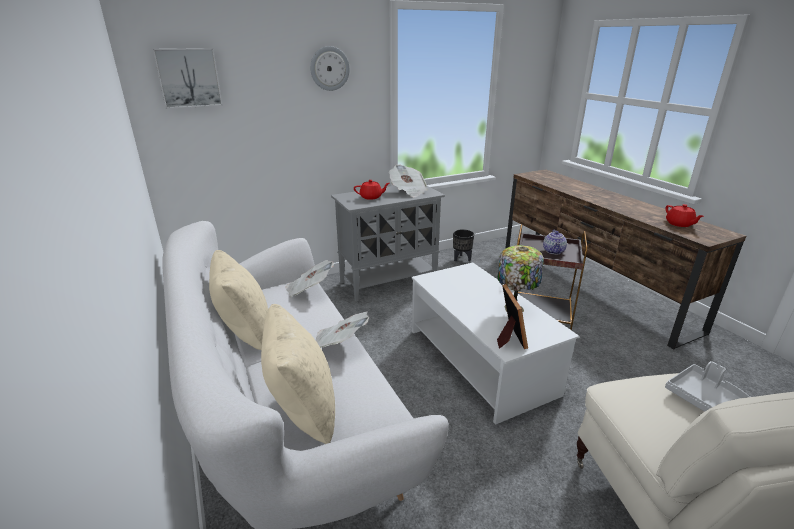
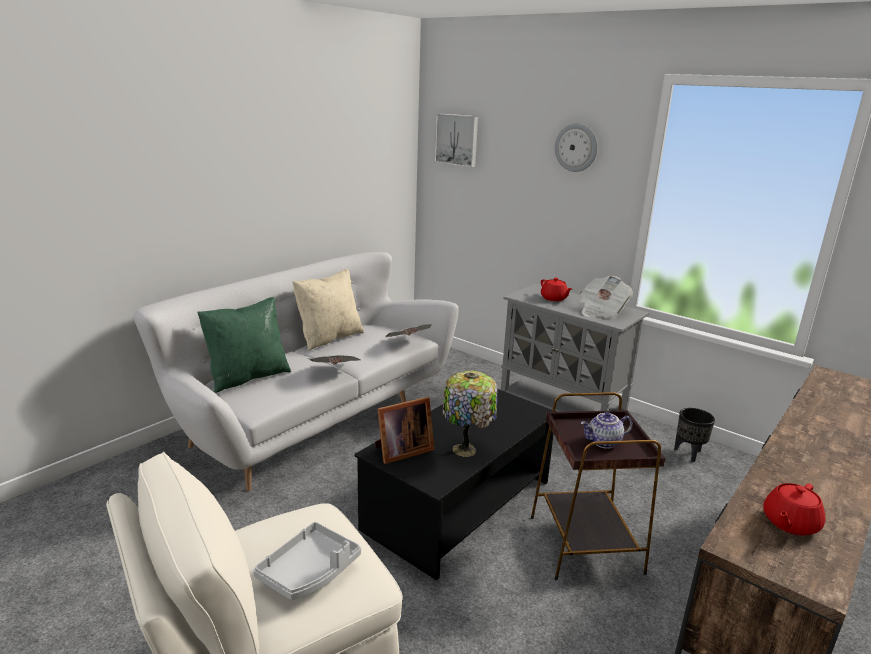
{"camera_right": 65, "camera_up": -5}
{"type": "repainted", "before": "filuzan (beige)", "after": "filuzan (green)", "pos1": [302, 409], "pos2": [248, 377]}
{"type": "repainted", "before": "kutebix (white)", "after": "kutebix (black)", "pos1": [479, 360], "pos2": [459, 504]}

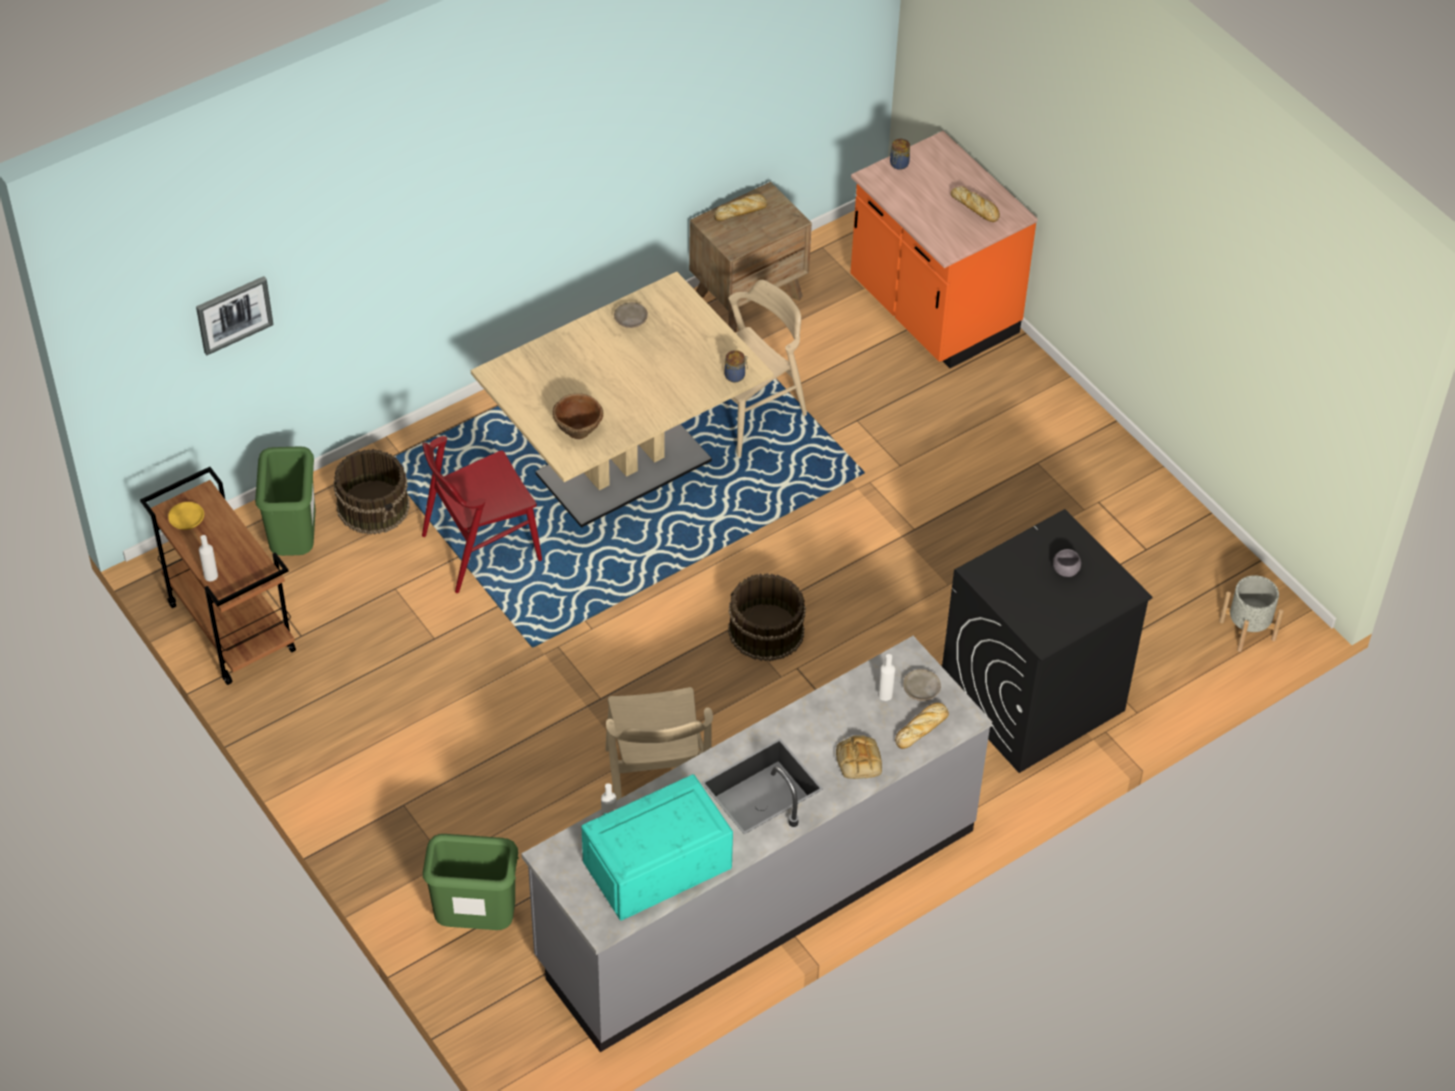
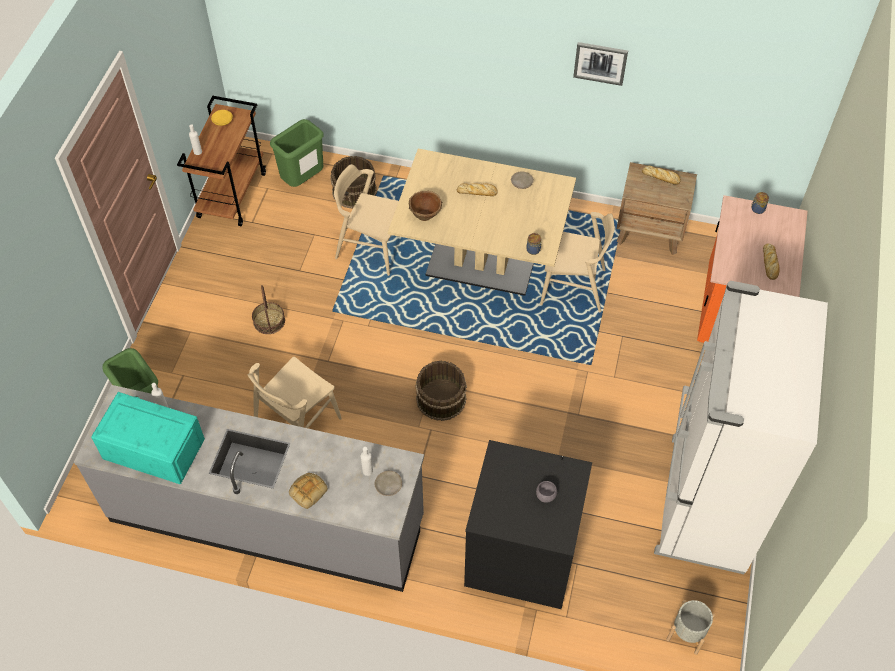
{"camera_right": 50, "camera_up": 5}
{"type": "new", "after": "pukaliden", "pos2": [269, 321]}
{"type": "new", "after": "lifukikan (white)", "pos2": [704, 503]}
{"type": "shifted", "before": "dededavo", "pos1": [234, 314], "pos2": [600, 63]}
{"type": "shifted", "before": "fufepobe", "pos1": [922, 728], "pos2": [477, 192]}
{"type": "repainted", "before": "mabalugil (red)", "after": "mabalugil (beige)", "pos1": [481, 547], "pos2": [372, 247]}

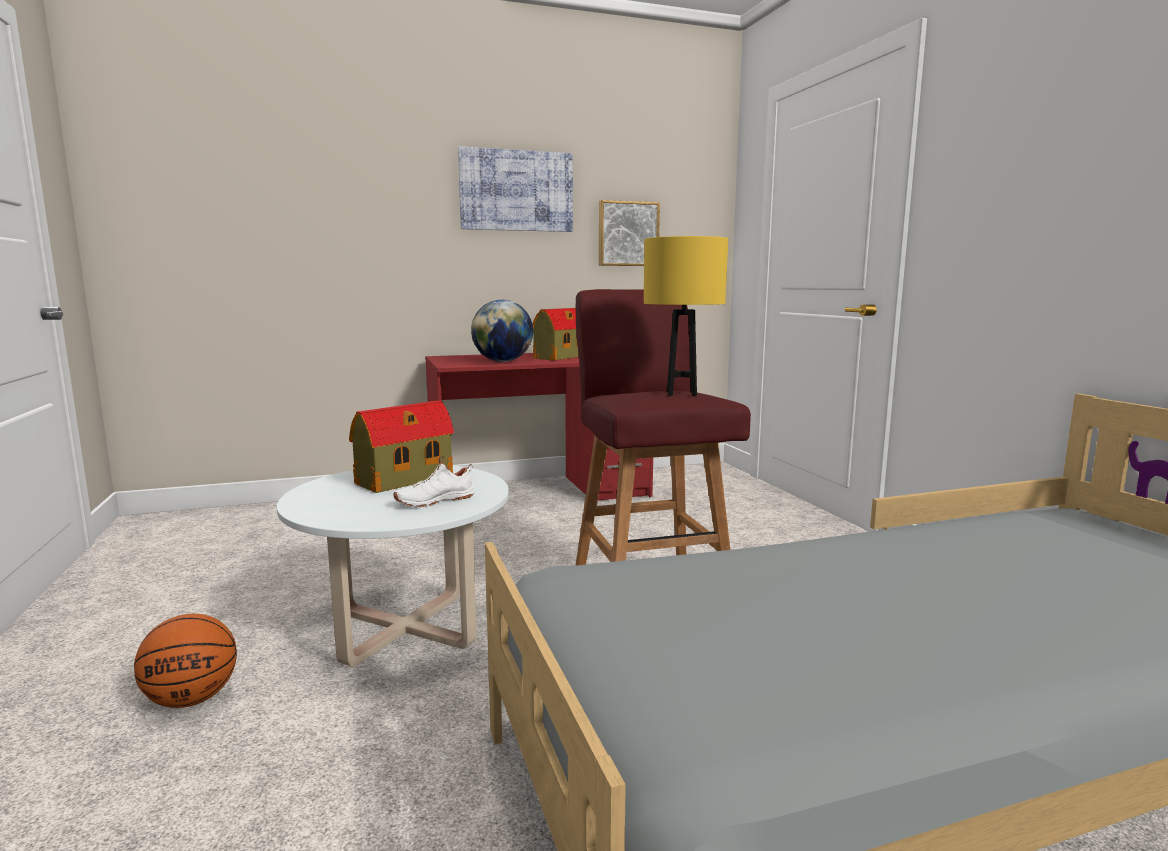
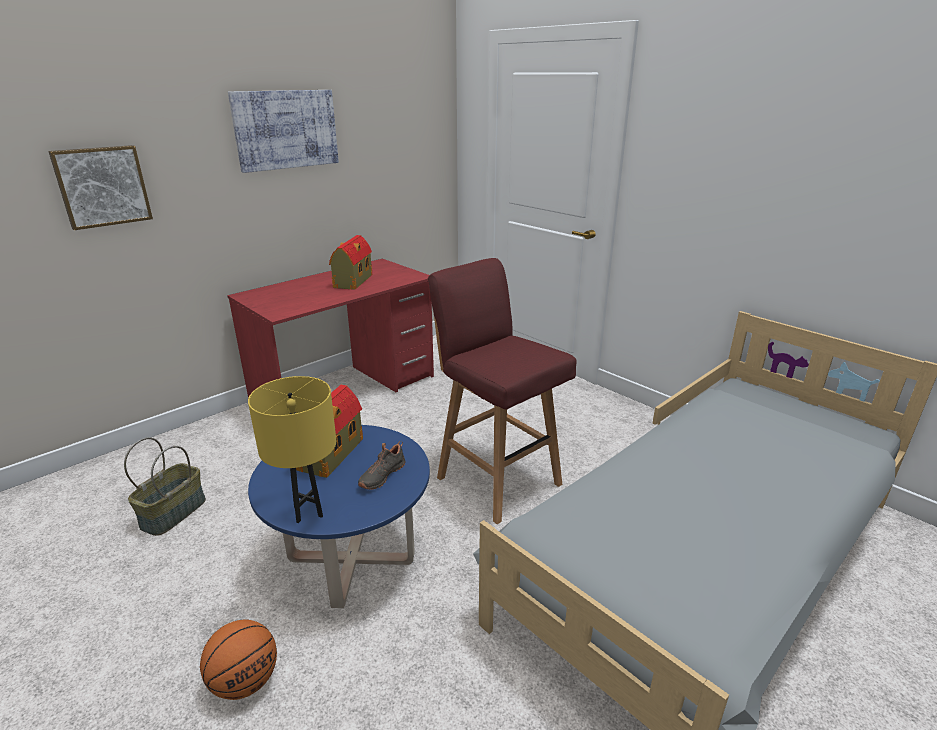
{"camera_right": -25, "camera_up": 15}
{"type": "gone", "before": "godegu", "pos1": [503, 361]}
{"type": "new", "after": "pukaliden", "pos2": [173, 512]}
{"type": "shifted", "before": "dededavo", "pos1": [627, 234], "pos2": [102, 186]}
{"type": "shifted", "before": "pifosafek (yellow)", "pos1": [682, 394], "pos2": [308, 512]}
{"type": "repainted", "before": "kutebix (white)", "after": "kutebix (blue)", "pos1": [405, 628], "pos2": [351, 559]}
{"type": "repainted", "before": "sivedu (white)", "after": "sivedu (black)", "pos1": [434, 500], "pos2": [381, 475]}

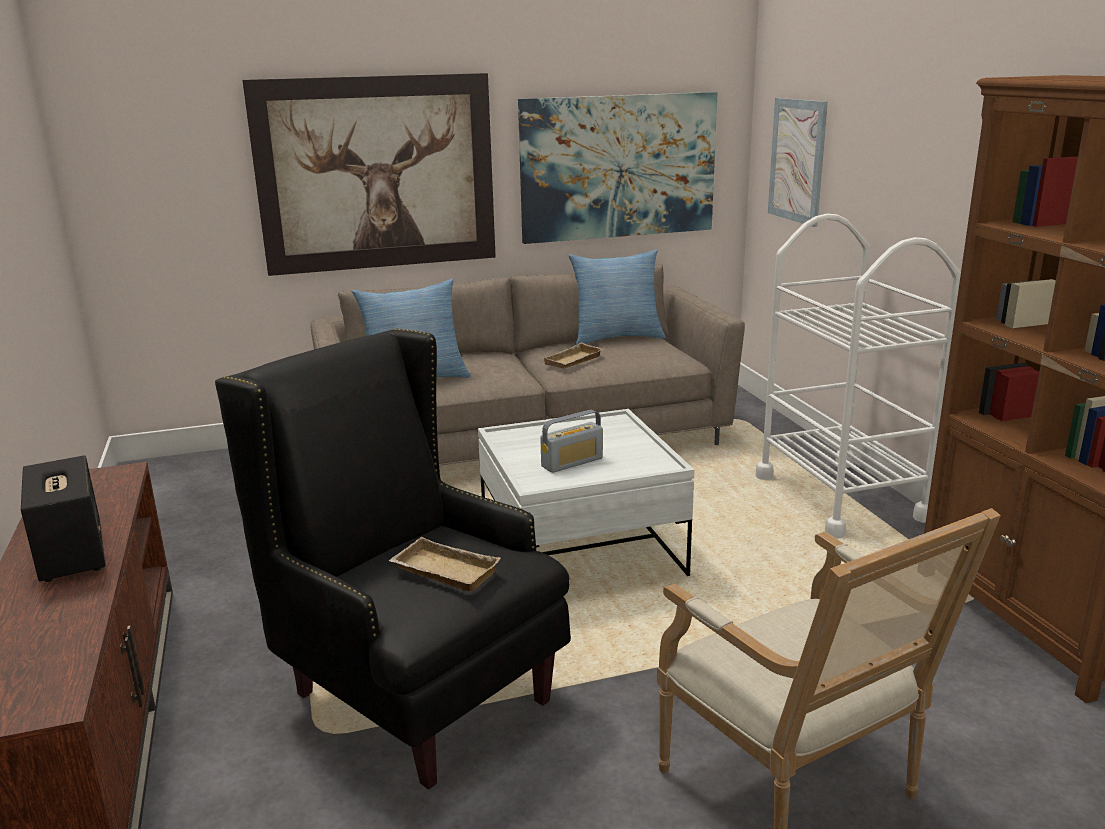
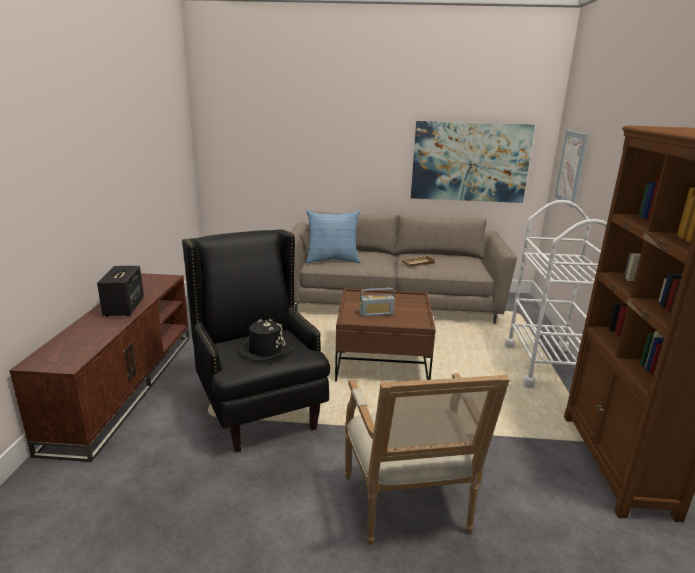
{"camera_right": 20, "camera_up": 0}
{"type": "gone", "before": "dededavo", "pos1": [376, 174]}
{"type": "gone", "before": "filuzan", "pos1": [616, 337]}
{"type": "swapped", "before": "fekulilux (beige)", "after": "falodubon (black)", "pos1": [442, 572], "pos2": [265, 350]}
{"type": "repainted", "before": "kutebix (white)", "after": "kutebix (brown)", "pos1": [580, 550], "pos2": [382, 361]}

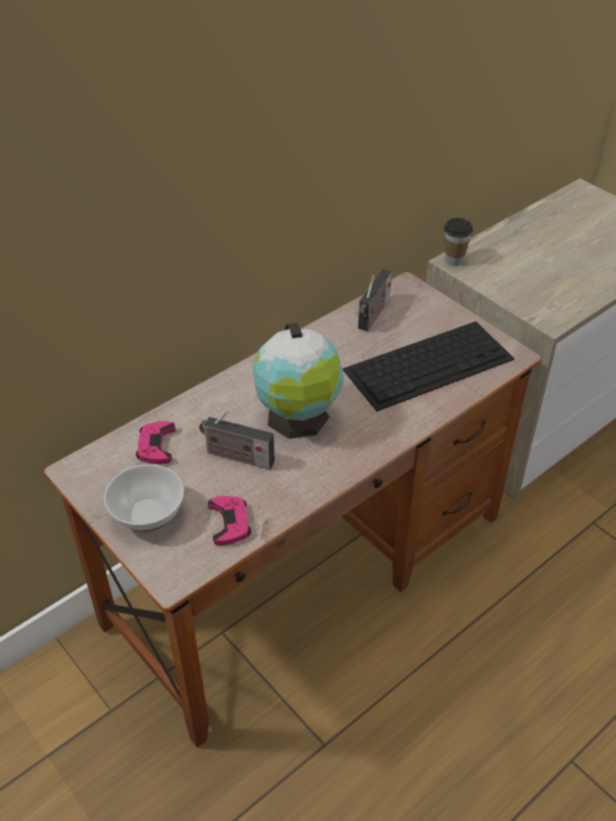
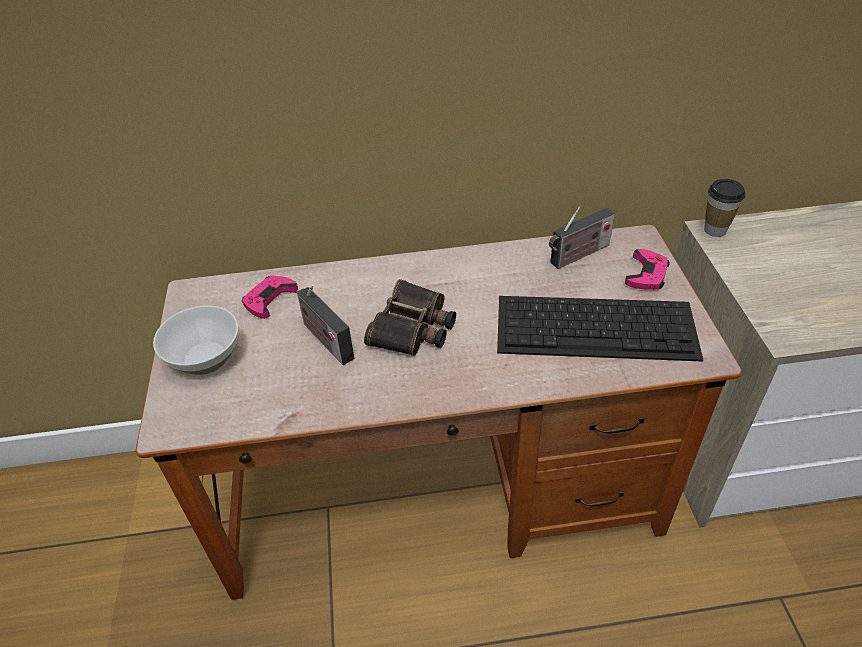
{"camera_right": 35, "camera_up": 0}
{"type": "shifted", "before": "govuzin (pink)", "pos1": [229, 523], "pos2": [646, 274]}
{"type": "swapped", "before": "godegu", "after": "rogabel", "pos1": [298, 419], "pos2": [413, 327]}

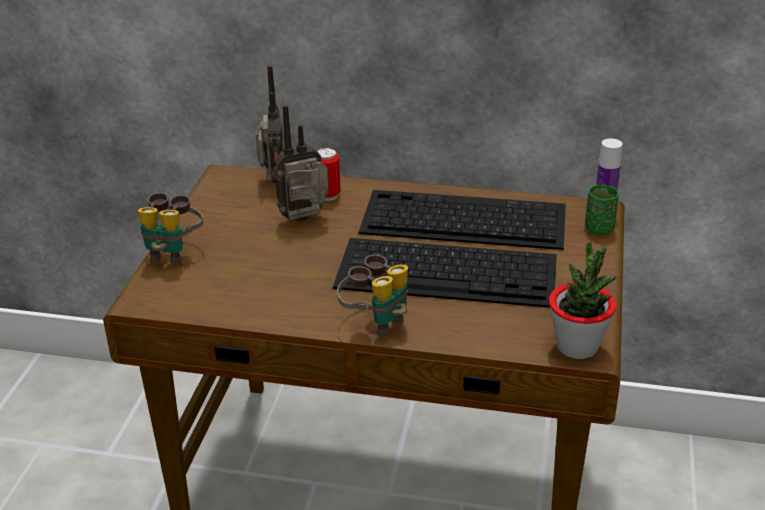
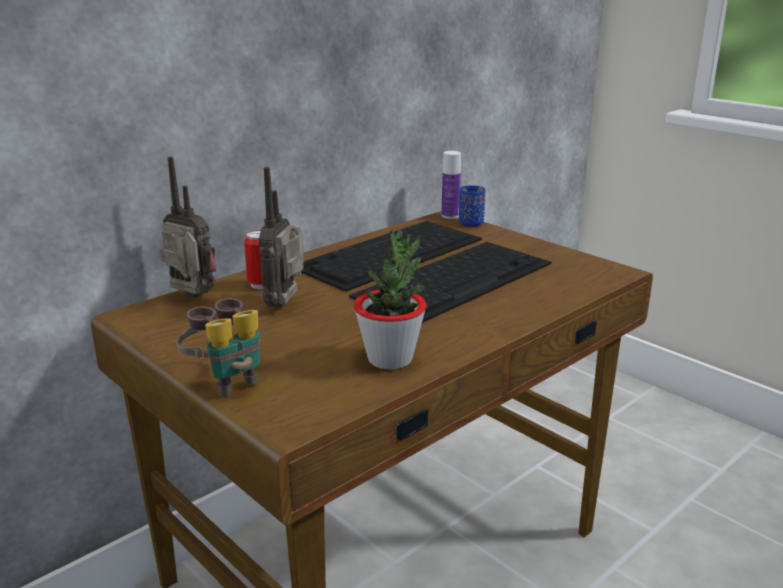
{"camera_right": -55, "camera_up": -10}
{"type": "gone", "before": "rogabel", "pos1": [376, 322]}
{"type": "shifted", "before": "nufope", "pos1": [577, 347], "pos2": [390, 359]}
{"type": "repainted", "before": "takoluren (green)", "after": "takoluren (blue)", "pos1": [599, 228], "pos2": [471, 223]}

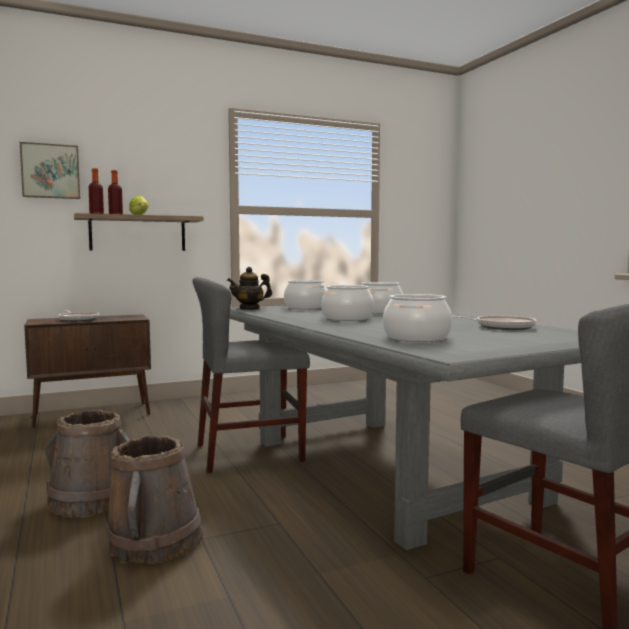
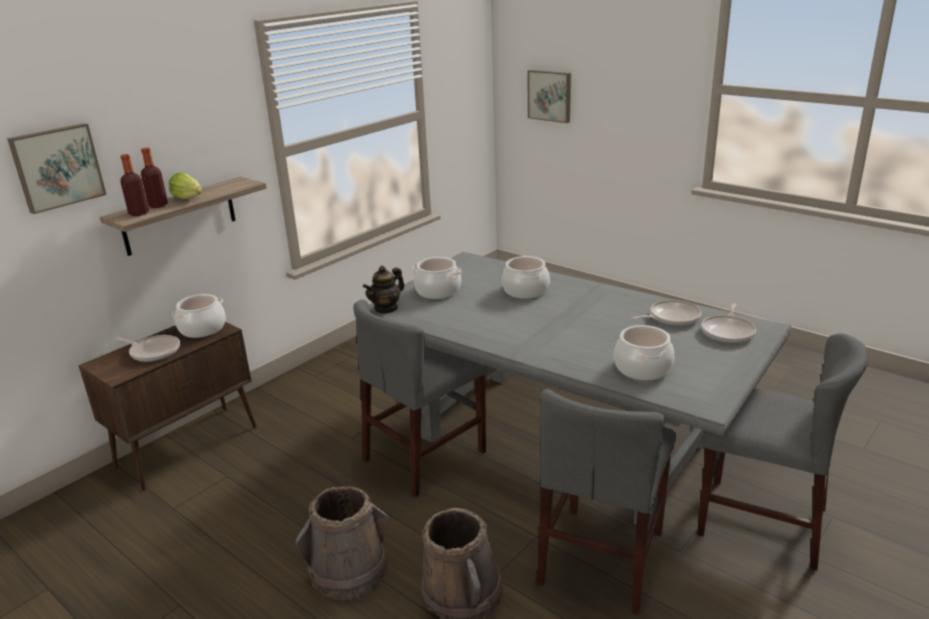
{"camera_right": -25, "camera_up": 20}
{"type": "new", "after": "dededavo", "pos2": [550, 95]}
{"type": "new", "after": "mabalugil (grey)", "pos2": [602, 557]}
{"type": "new", "after": "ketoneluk", "pos2": [728, 332]}
{"type": "shifted", "before": "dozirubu", "pos1": [347, 318], "pos2": [202, 329]}

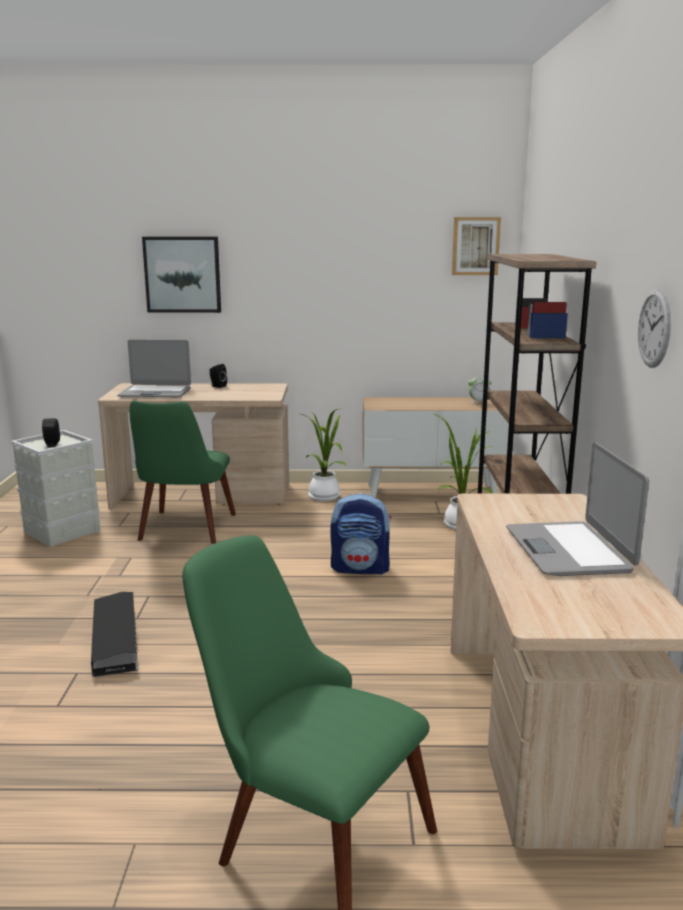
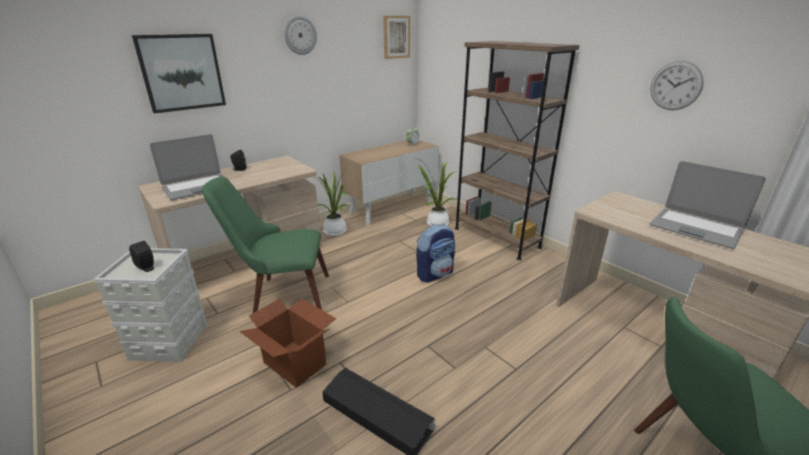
{"camera_right": -40, "camera_up": 10}
{"type": "new", "after": "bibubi", "pos2": [295, 363]}
{"type": "new", "after": "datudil", "pos2": [300, 35]}
{"type": "rotated", "before": "mabalugil (green)", "pos1": [183, 532], "pos2": [281, 296], "turn": 120}

